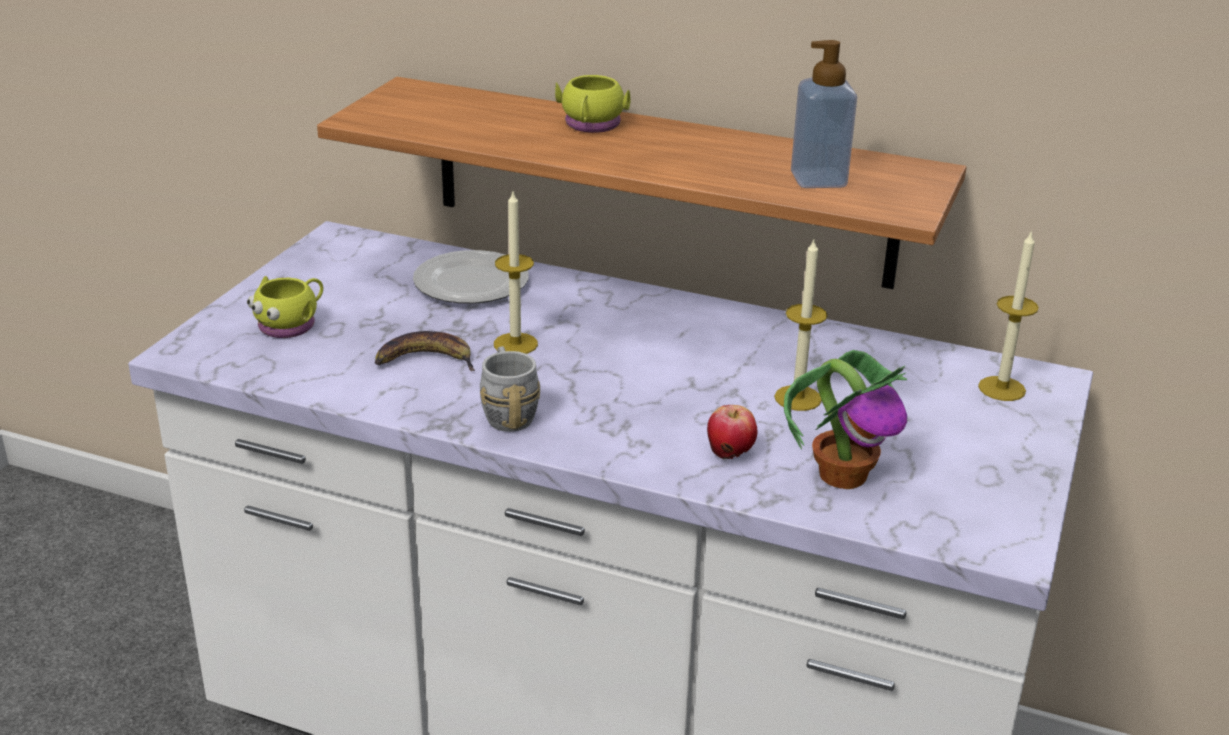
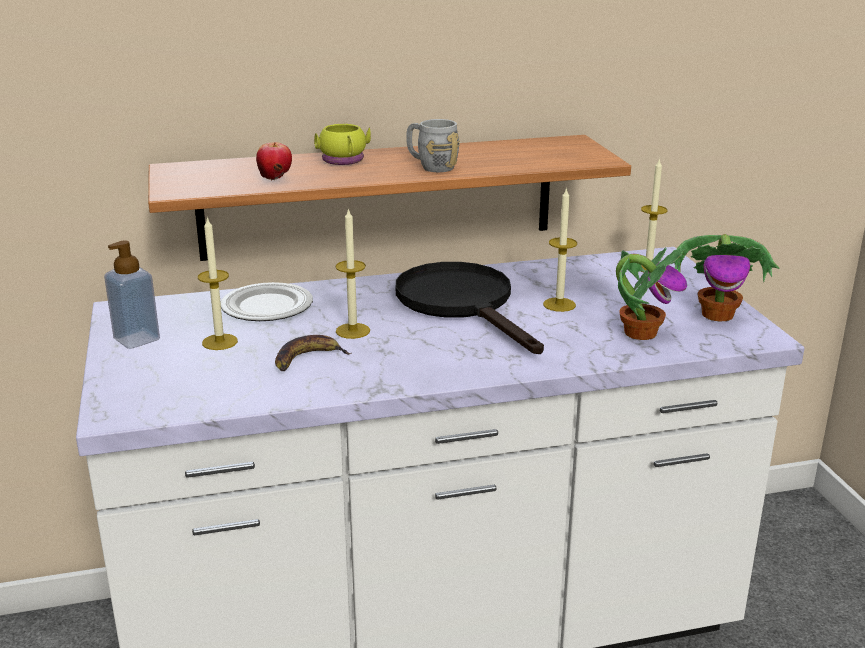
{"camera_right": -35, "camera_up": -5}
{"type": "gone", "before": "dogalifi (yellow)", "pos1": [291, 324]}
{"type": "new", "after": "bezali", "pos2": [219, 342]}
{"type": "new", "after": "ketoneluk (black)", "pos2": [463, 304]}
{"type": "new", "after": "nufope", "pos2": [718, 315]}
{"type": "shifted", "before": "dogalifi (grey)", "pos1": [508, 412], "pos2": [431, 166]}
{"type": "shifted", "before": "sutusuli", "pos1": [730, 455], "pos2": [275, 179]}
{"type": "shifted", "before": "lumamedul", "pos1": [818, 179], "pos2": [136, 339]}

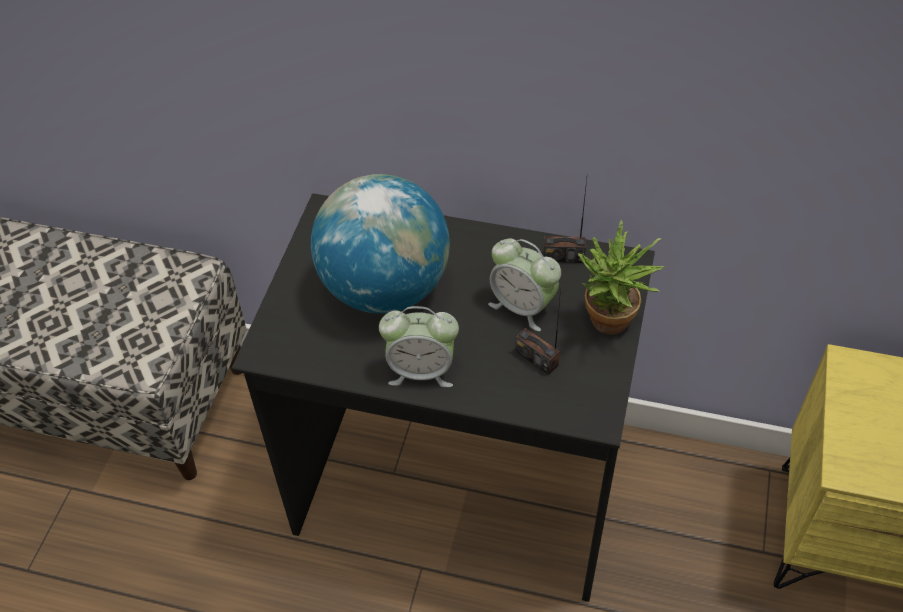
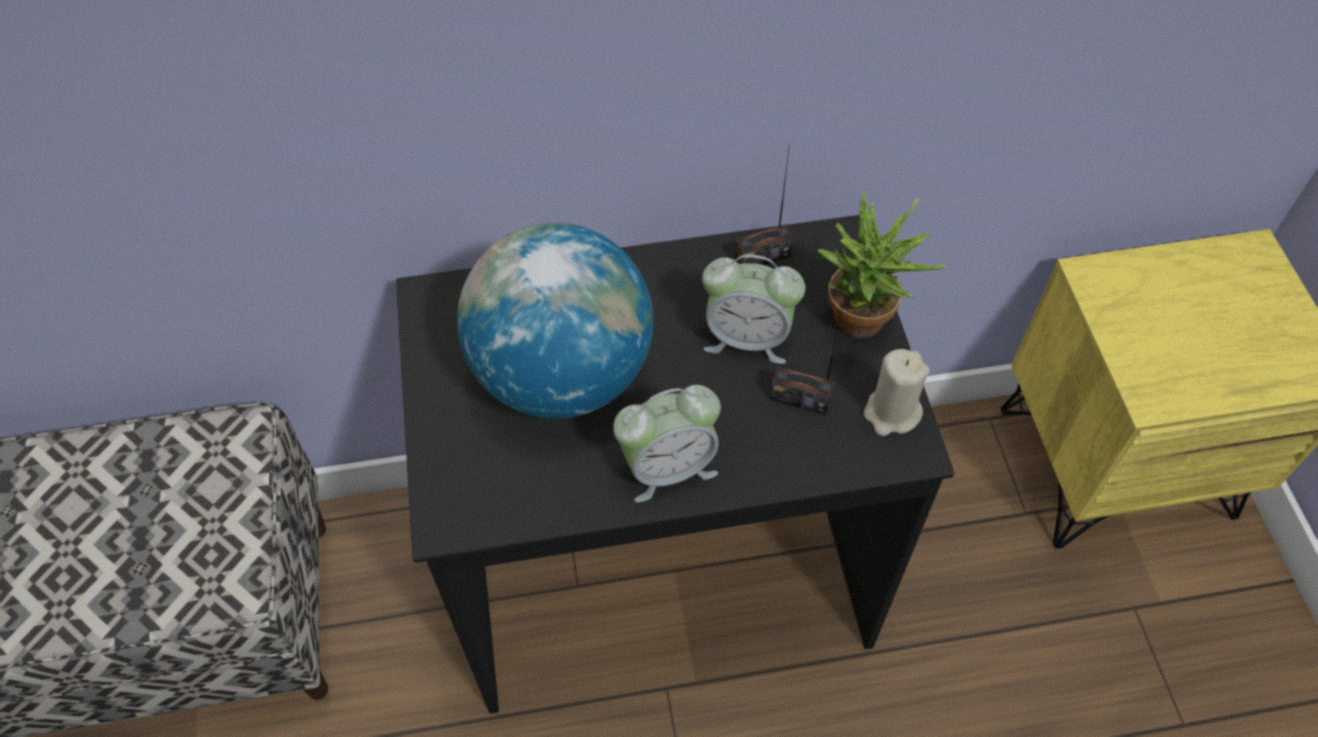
{"camera_right": -25, "camera_up": 5}
{"type": "new", "after": "bezali (beige)", "pos2": [891, 413]}

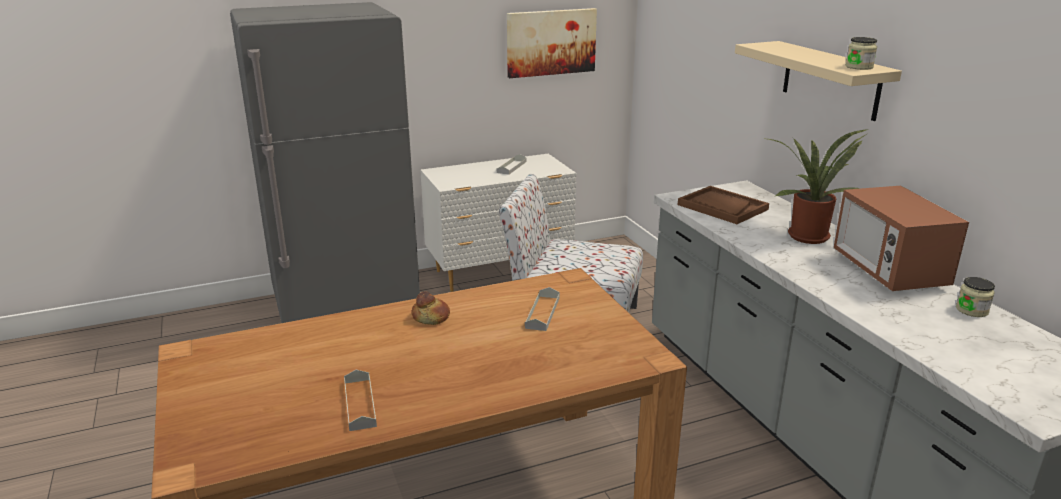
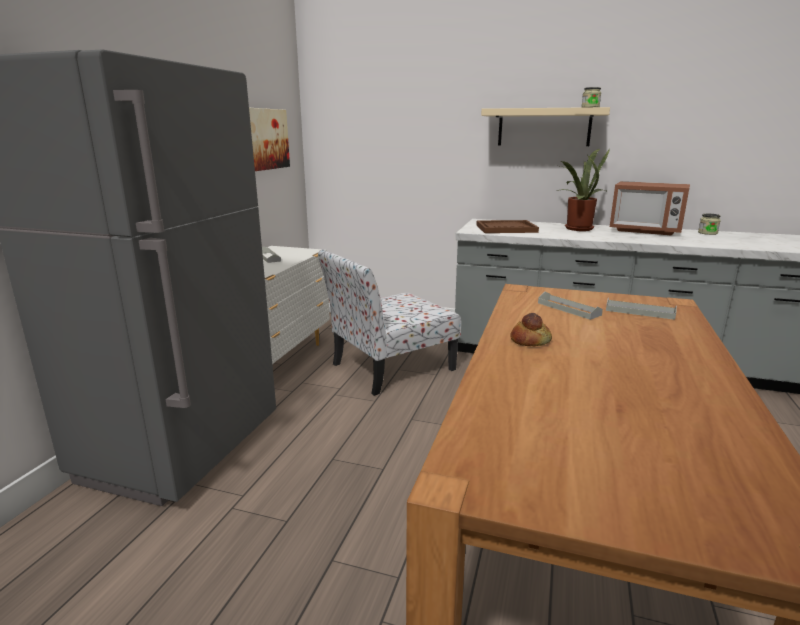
{"camera_right": -50, "camera_up": -5}
{"type": "shifted", "before": "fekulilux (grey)", "pos1": [360, 404], "pos2": [639, 312]}

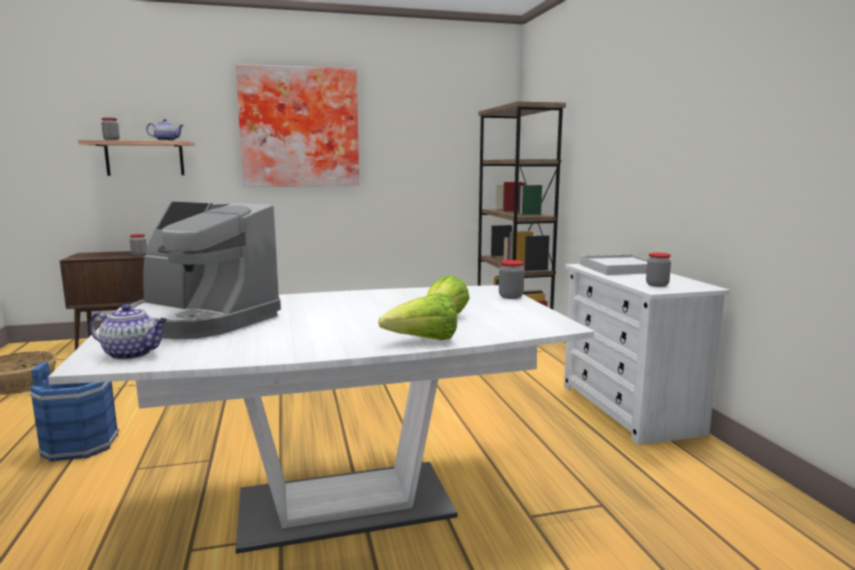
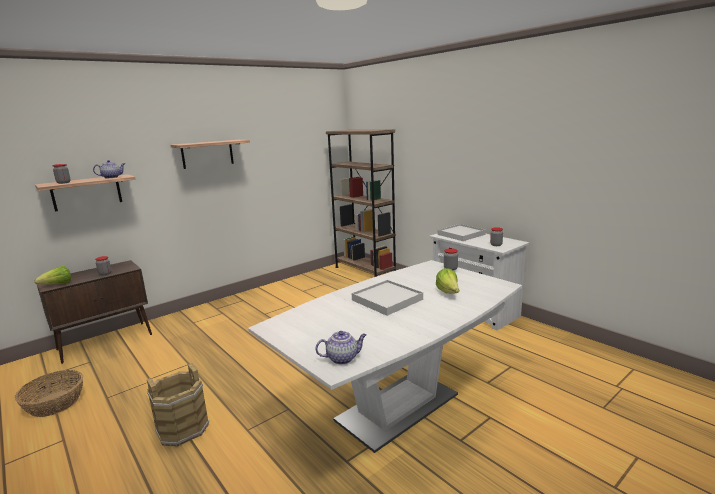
{"camera_right": -25, "camera_up": 5}
{"type": "gone", "before": "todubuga", "pos1": [201, 320]}
{"type": "new", "after": "fekulilux (white)", "pos2": [387, 300]}
{"type": "shifted", "before": "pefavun", "pos1": [423, 341], "pos2": [58, 285]}
{"type": "swapped", "before": "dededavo", "after": "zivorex", "pos1": [299, 128], "pos2": [207, 154]}
{"type": "repainted", "before": "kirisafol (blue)", "after": "kirisafol (brown)", "pos1": [81, 444], "pos2": [182, 428]}

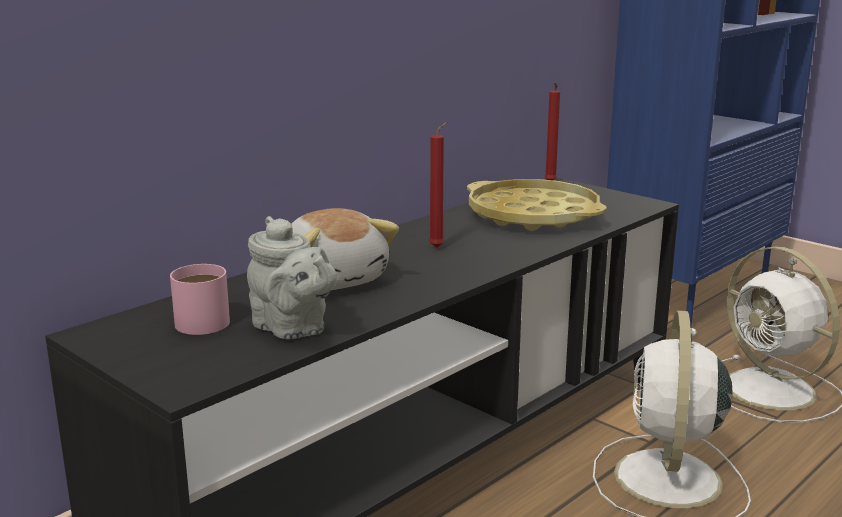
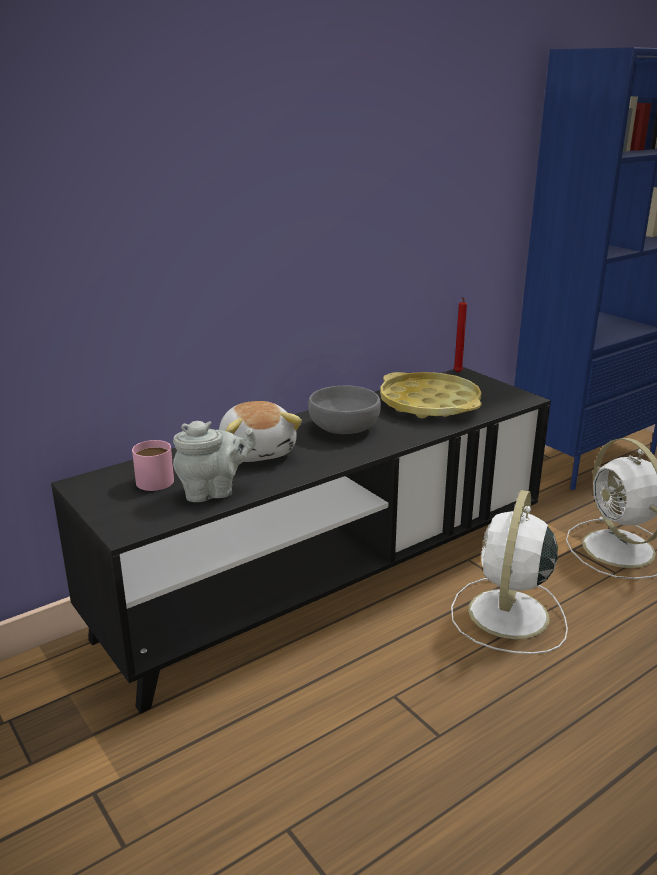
{"camera_right": 10, "camera_up": 5}
{"type": "swapped", "before": "bezali (red)", "after": "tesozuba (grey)", "pos1": [438, 247], "pos2": [345, 428]}
{"type": "rotated", "before": "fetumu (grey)", "pos1": [293, 329], "pos2": [213, 492], "turn": -75}

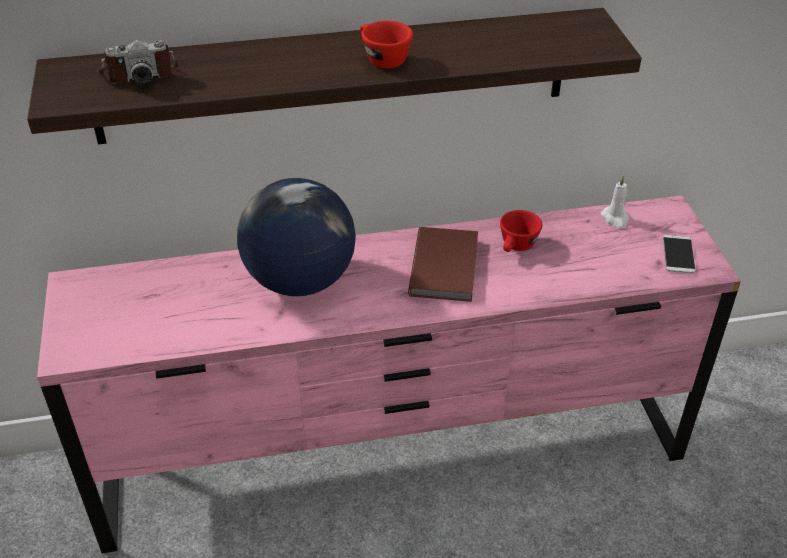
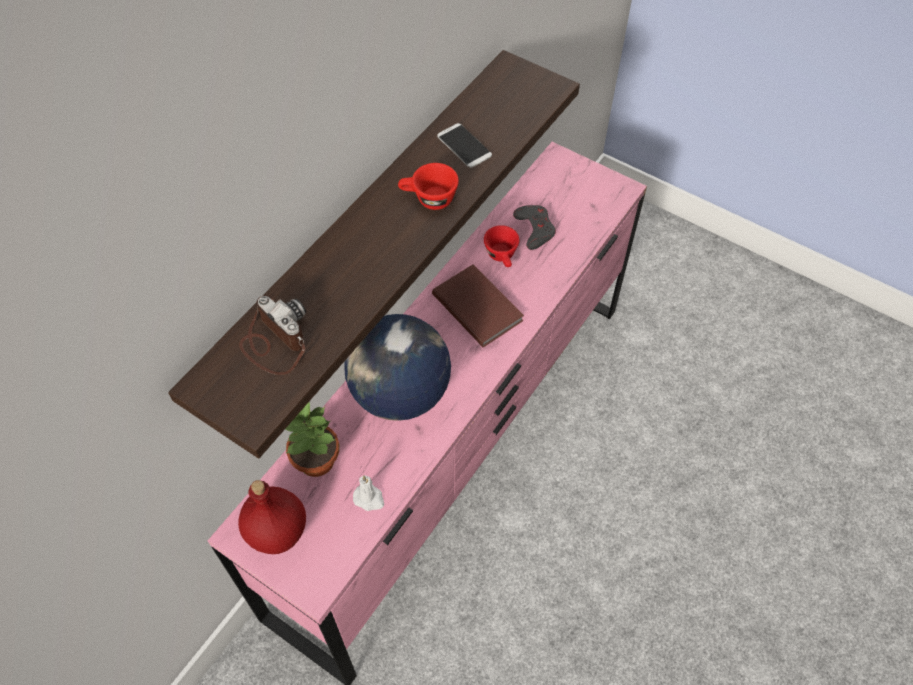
{"camera_right": -45, "camera_up": 15}
{"type": "new", "after": "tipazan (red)", "pos2": [278, 532]}
{"type": "new", "after": "nufope", "pos2": [315, 461]}
{"type": "new", "after": "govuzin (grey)", "pos2": [535, 229]}
{"type": "shifted", "before": "bezali (white)", "pos1": [615, 219], "pos2": [369, 498]}
{"type": "shifted", "before": "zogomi", "pos1": [678, 254], "pos2": [464, 146]}
{"type": "rotated", "before": "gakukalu", "pos1": [138, 72], "pos2": [274, 342], "turn": -75}

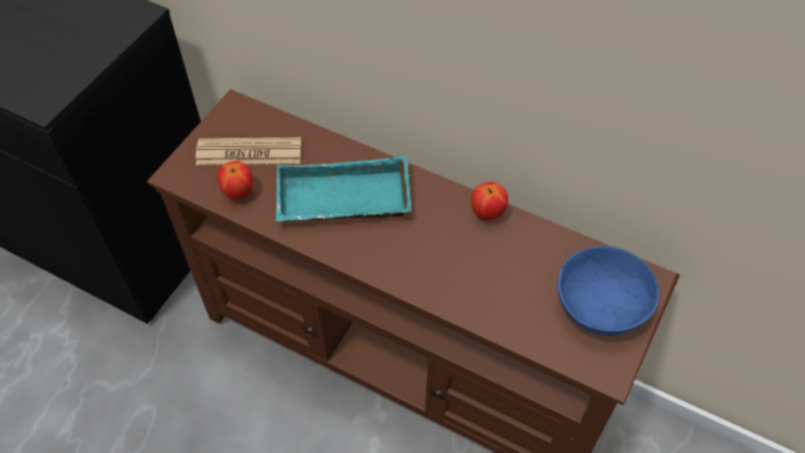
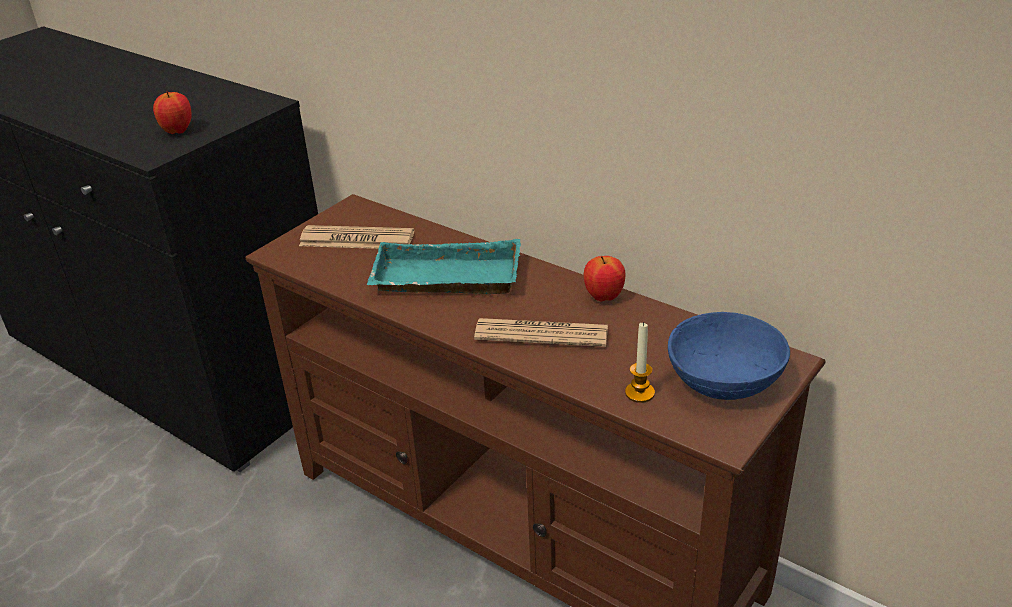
{"camera_right": 10, "camera_up": -20}
{"type": "new", "after": "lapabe", "pos2": [541, 334]}
{"type": "new", "after": "bezali", "pos2": [639, 393]}
{"type": "shifted", "before": "sutusuli", "pos1": [238, 193], "pos2": [178, 131]}

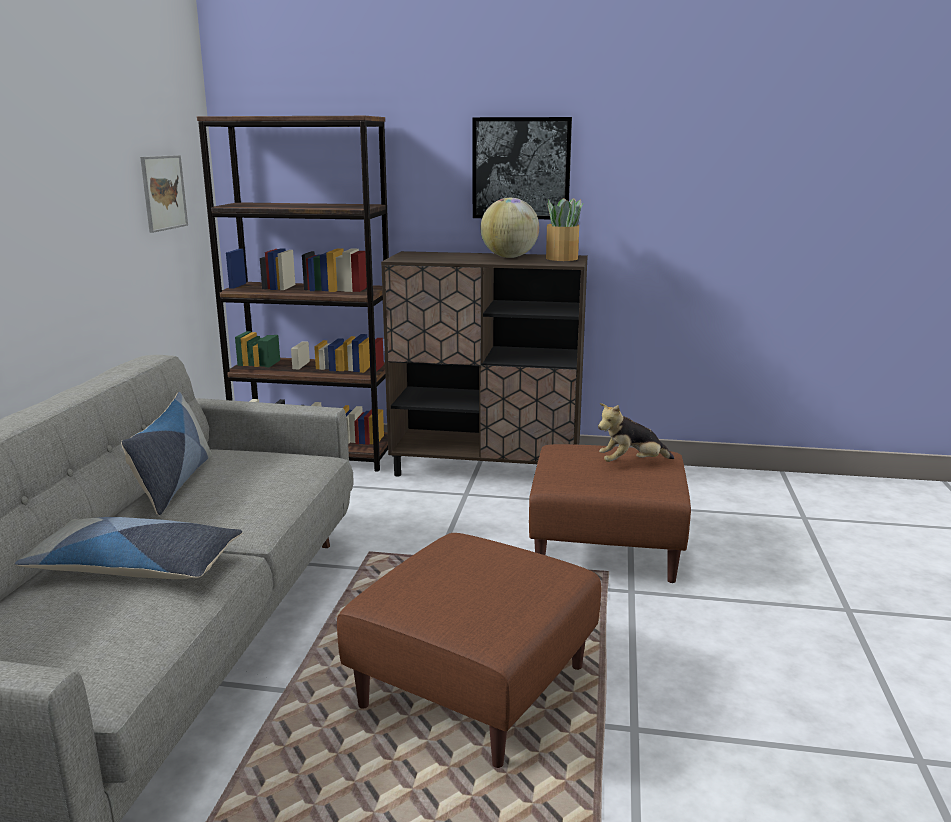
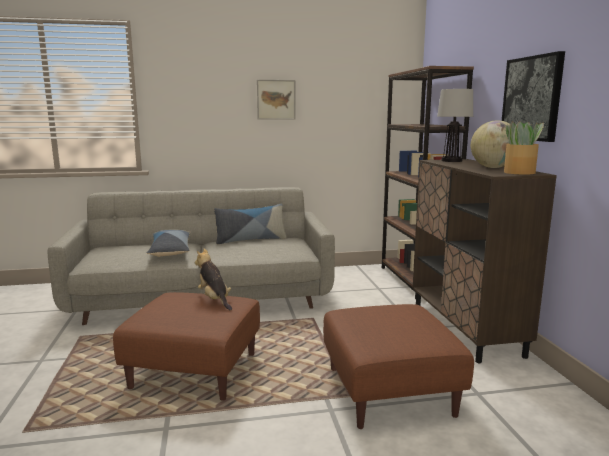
{"camera_right": 70, "camera_up": -5}
{"type": "new", "after": "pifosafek", "pos2": [452, 161]}
{"type": "shifted", "before": "dededavo", "pos1": [163, 192], "pos2": [276, 99]}
{"type": "shifted", "before": "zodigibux", "pos1": [631, 463], "pos2": [214, 299]}

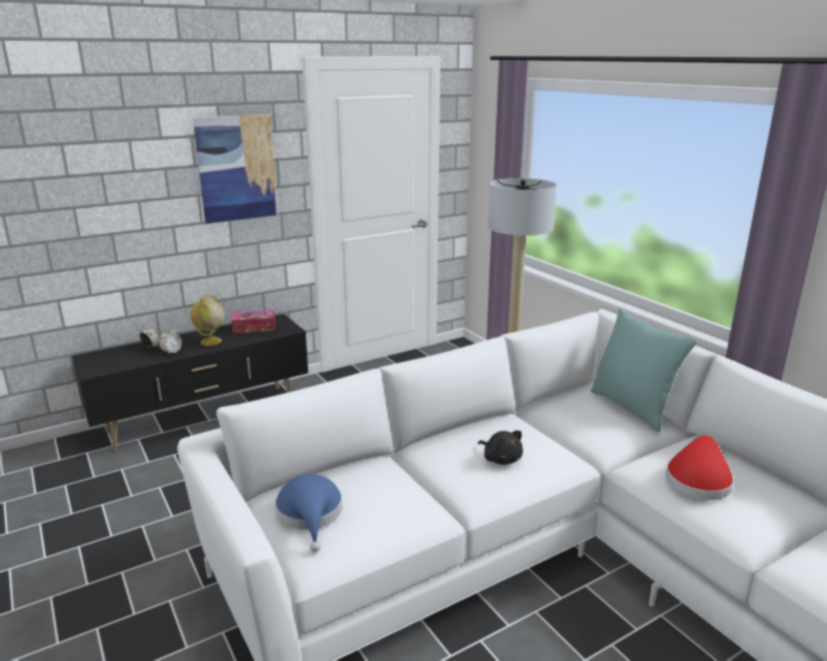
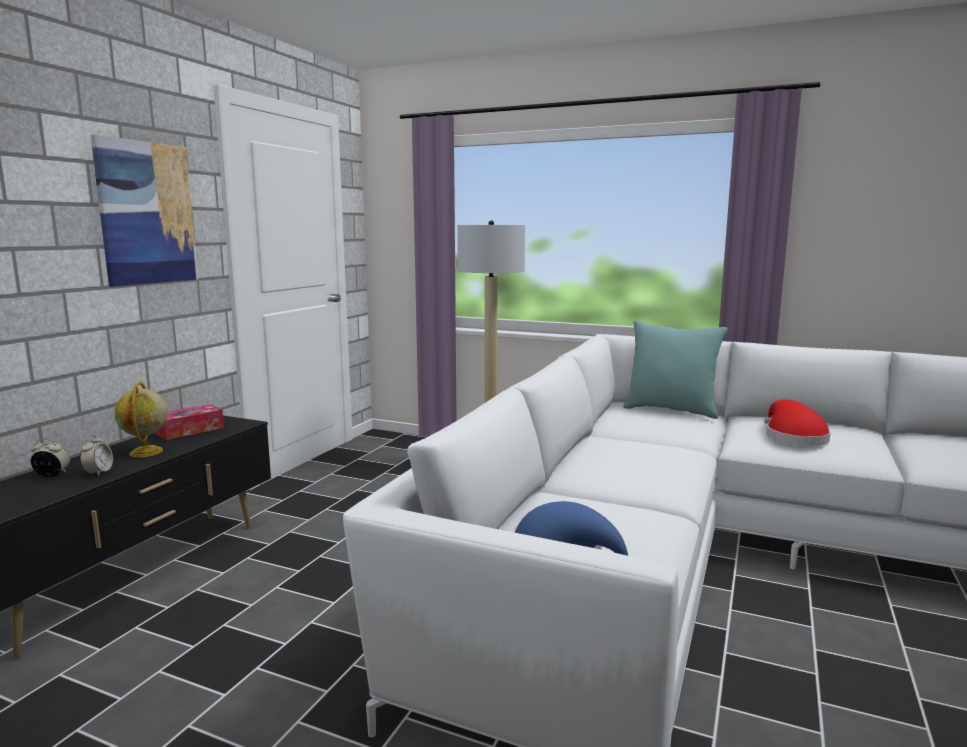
{"camera_right": -35, "camera_up": -10}
{"type": "gone", "before": "zodigibux (black)", "pos1": [501, 459]}

